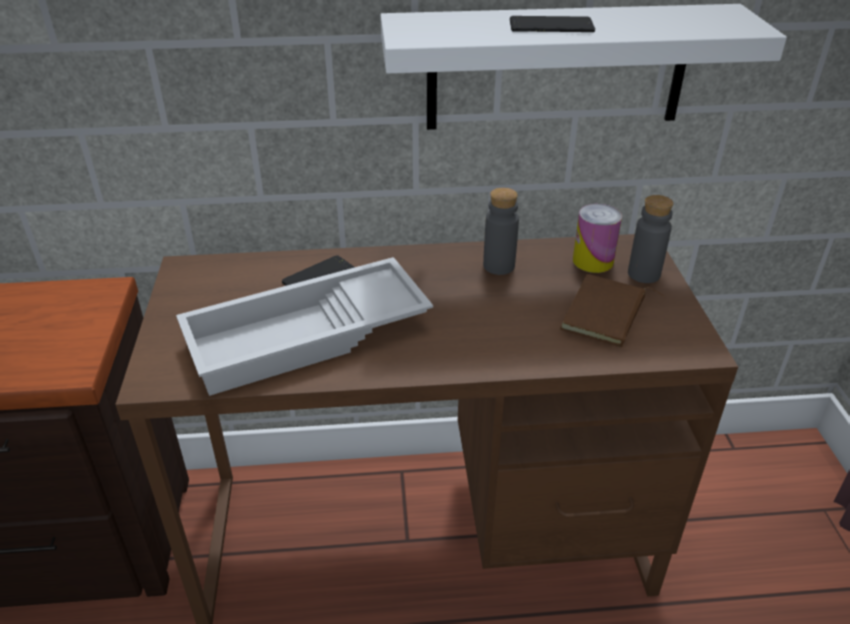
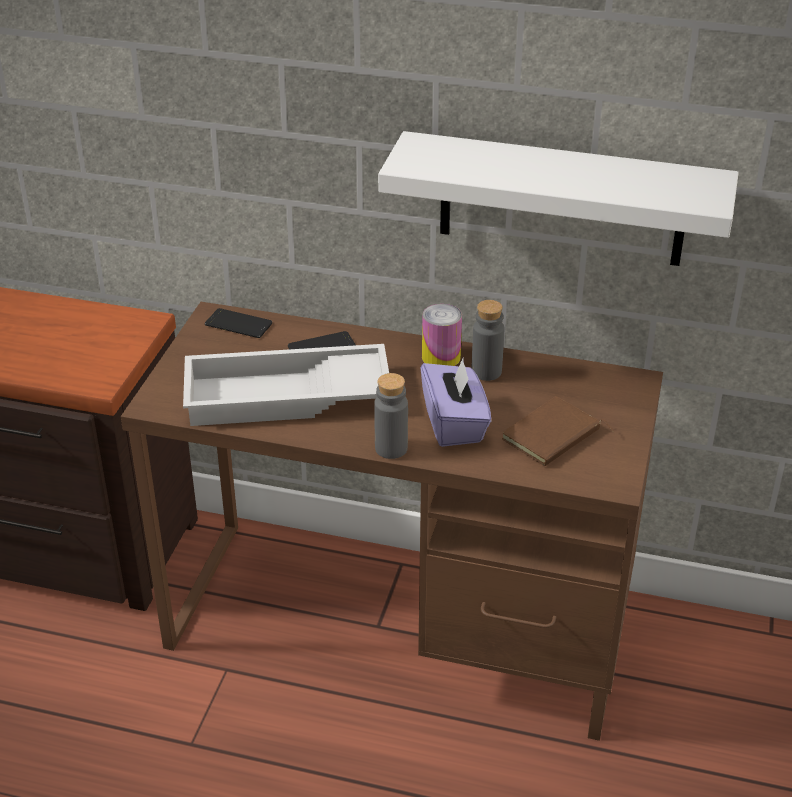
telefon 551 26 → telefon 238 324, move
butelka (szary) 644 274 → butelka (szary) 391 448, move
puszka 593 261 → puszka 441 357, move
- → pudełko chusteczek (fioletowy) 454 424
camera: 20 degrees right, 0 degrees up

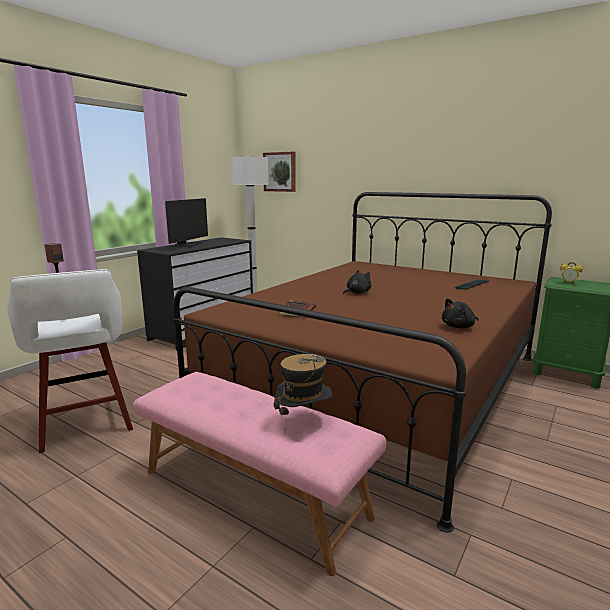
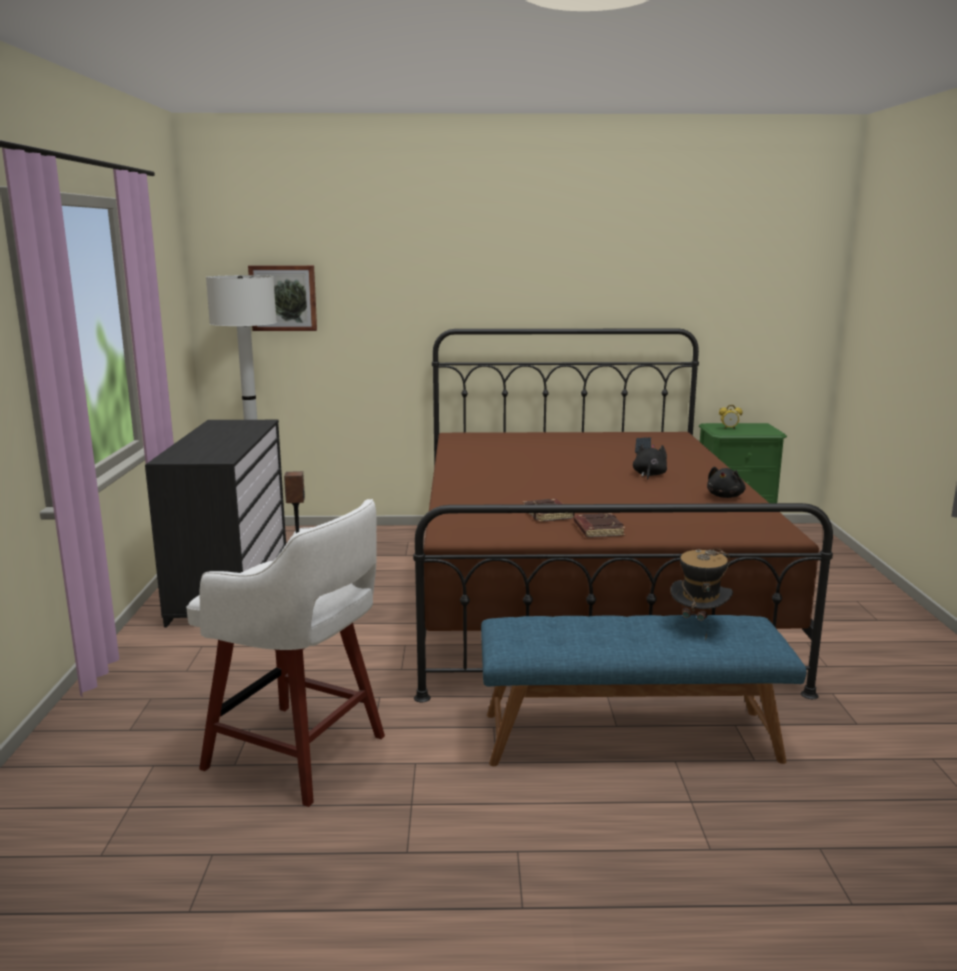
monitor 187 245 → -
pluszak (czarny) 357 293 → pluszak (czarny) 649 475, move
ławka (różowy) 254 492 → ławka (niebieski) 629 736
- → książka (brązowy) 597 530
camera: 35 degrees left, 0 degrees up

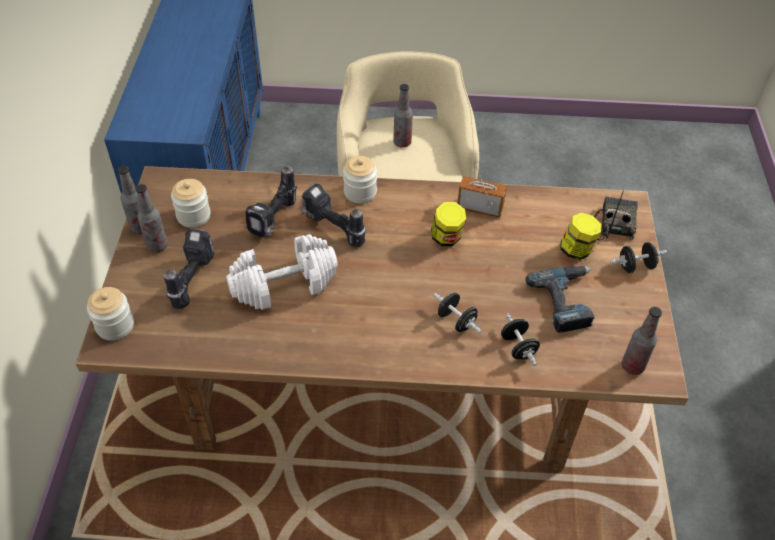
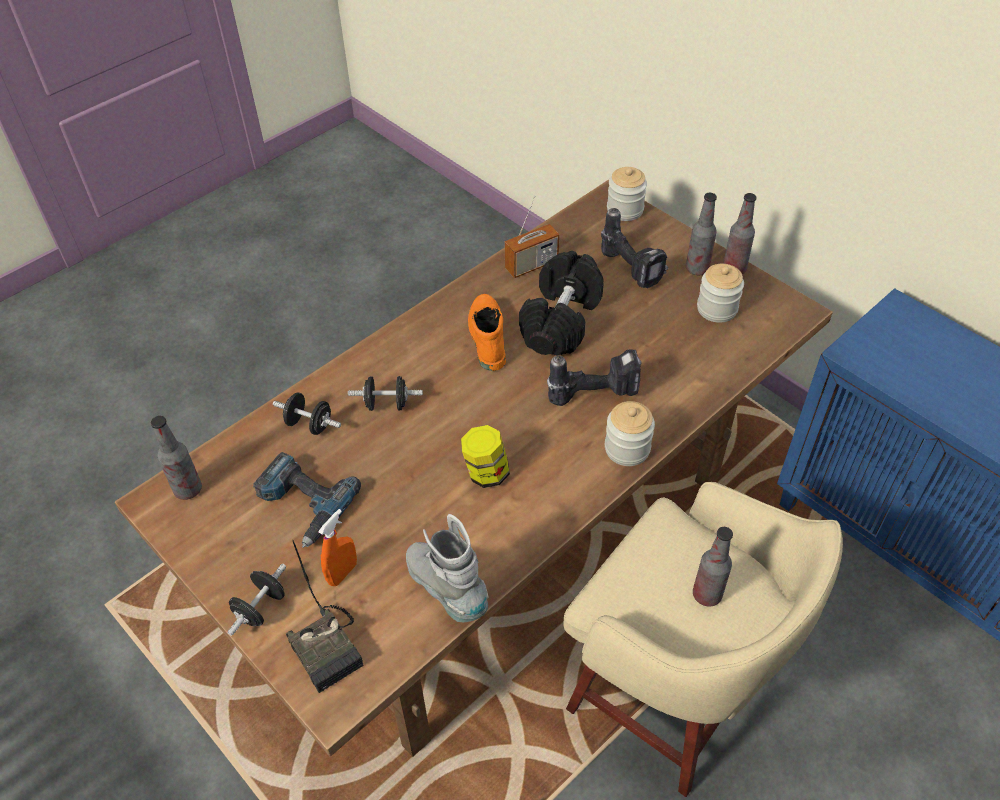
radio 480 208 → radio 531 265, move
wiertarka 276 220 → -
słoik 576 250 → spryskiwacz (pomarańczowy) 342 573
hantel (biały) 284 285 → hantel (czarny) 560 320
- → but z cholewką (pomarańczowy) 486 337
- → but z cholewką (szary) 447 589
camera: 135 degrees right, 0 degrees up

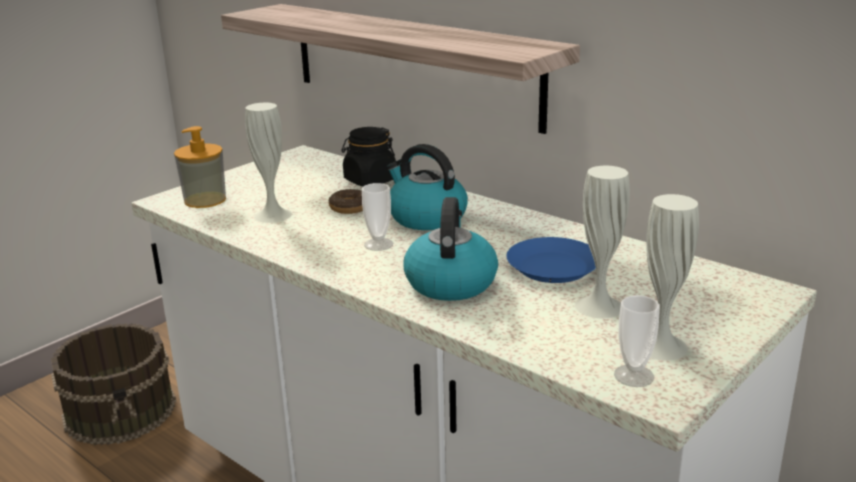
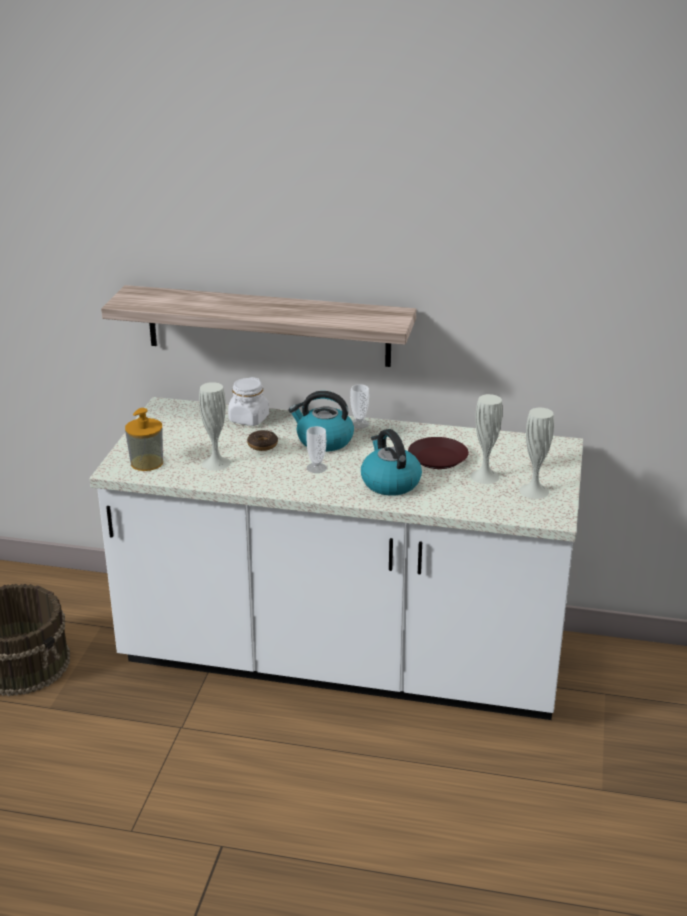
słoik (czarny) 370 180 → słoik (biały) 249 419
talerz (niebieski) 552 268 → talerz (brązowy) 437 458
filiżanka 634 376 → filiżanka 359 424, move
camera: 30 degrees left, 5 degrees up

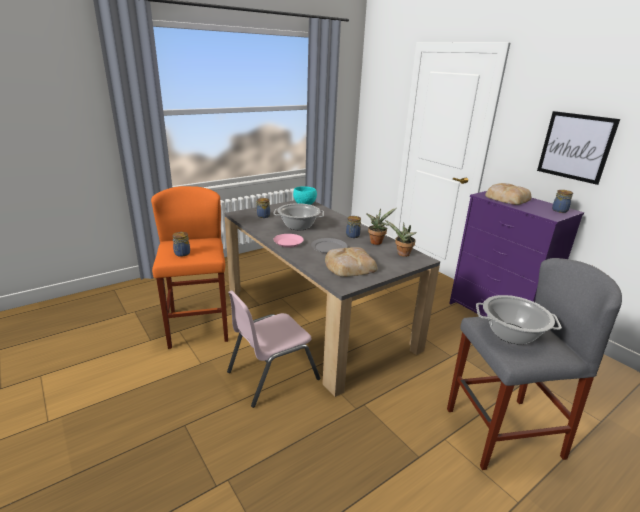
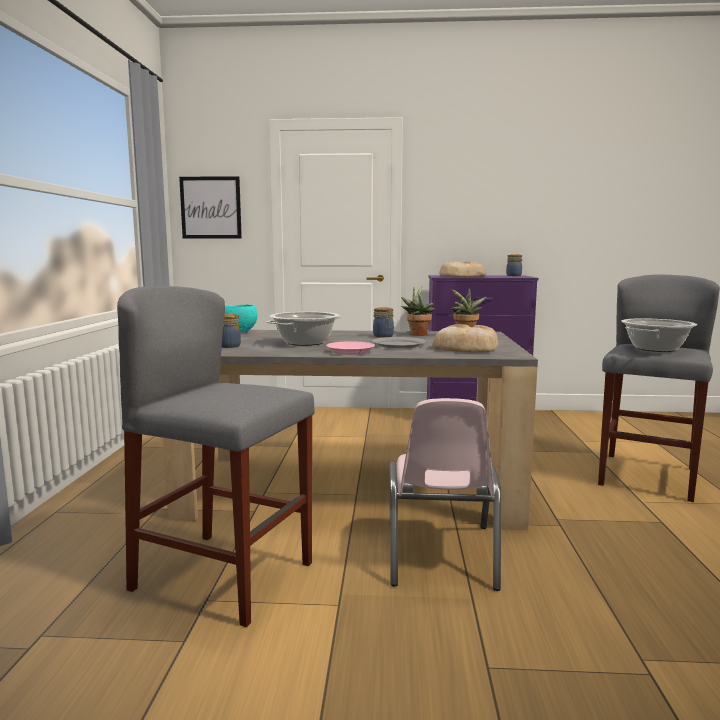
obraz 575 147 → obraz 211 207, move
stołek (pomarańczowy) 198 325 → stołek (szary) 224 576
słoik 182 254 → -
camera: 50 degrees left, 15 degrees down

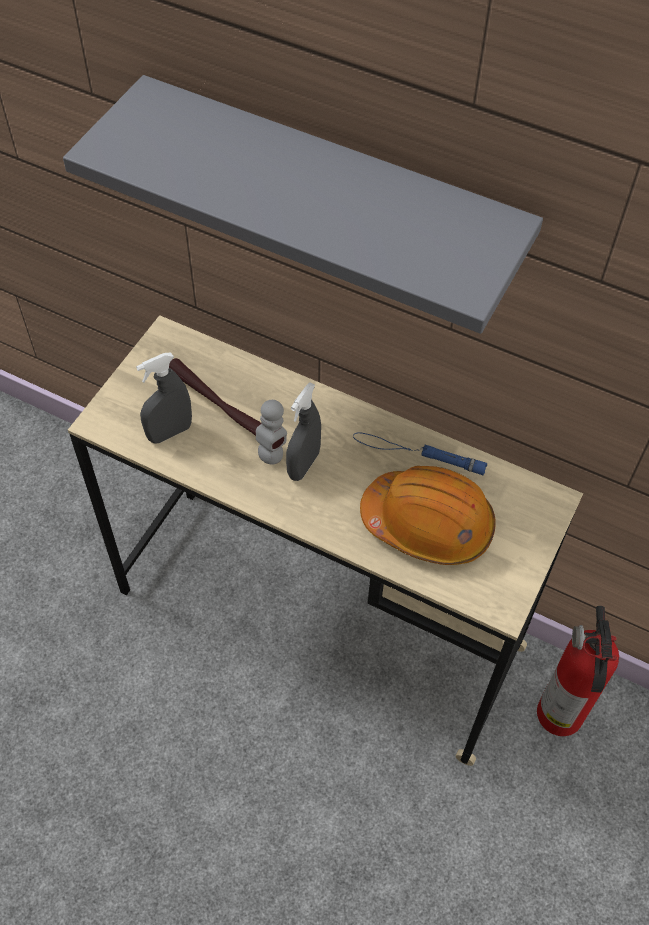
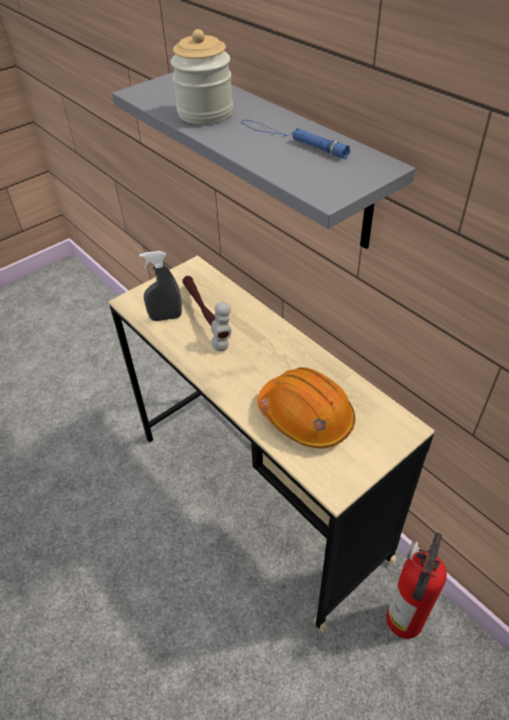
spryskiwacz (szary) 303 465 → -
latarka (niebieski) 418 454 → latarka (niebieski) 291 139, move
- → słoik 205 113
camera: 25 degrees right, 10 degrees down

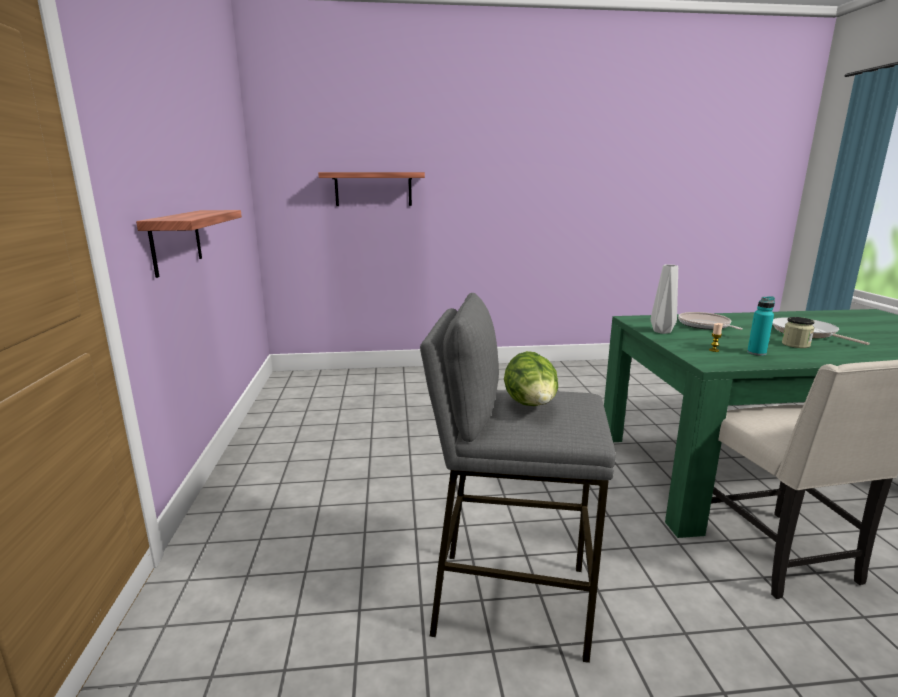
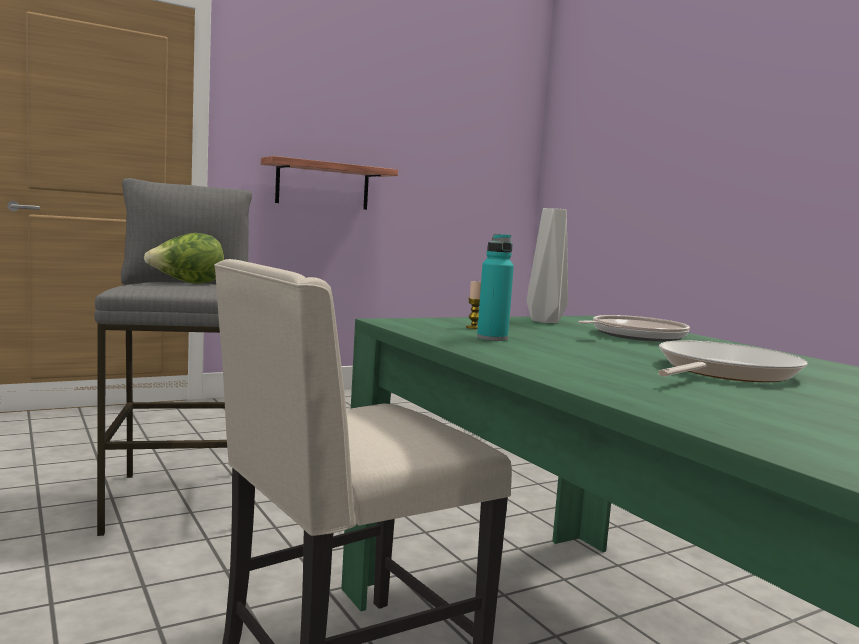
półka 373 189 → -
słoik 795 344 → -
camera: 65 degrees right, 10 degrees down

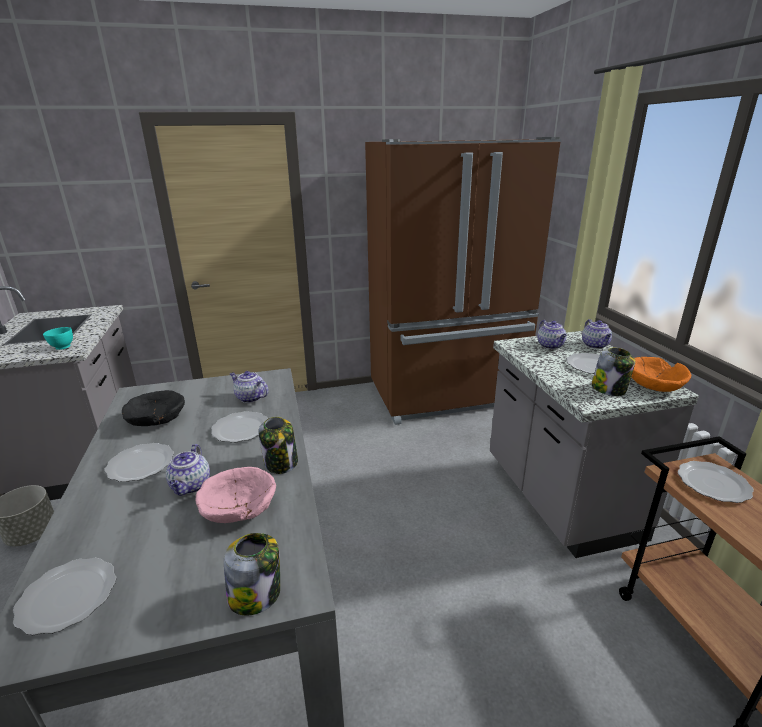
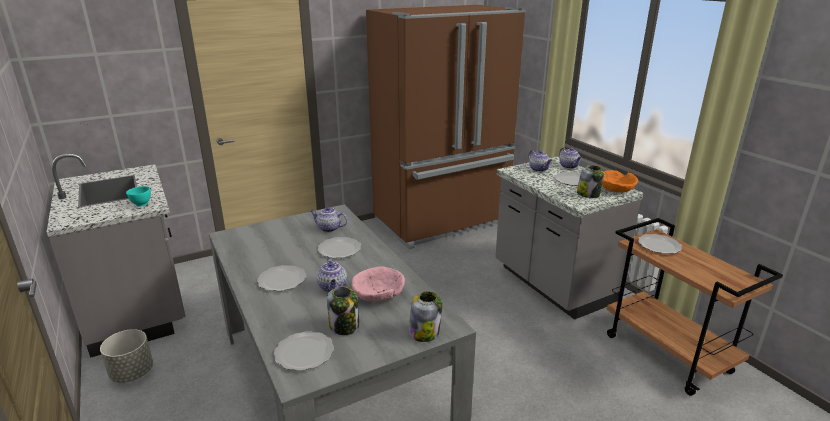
miska (czarny) 156 420 → -
słoik 281 463 → słoik 344 326, move
camera: 15 degrees left, 0 degrees up

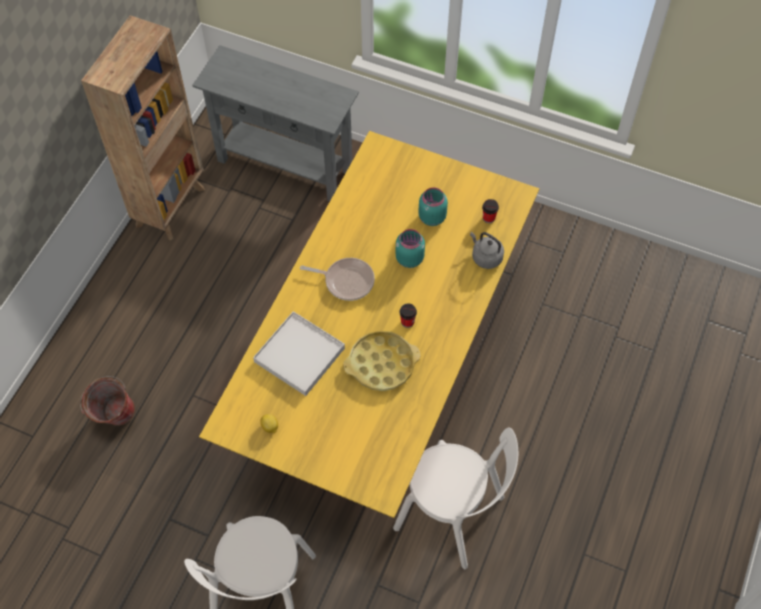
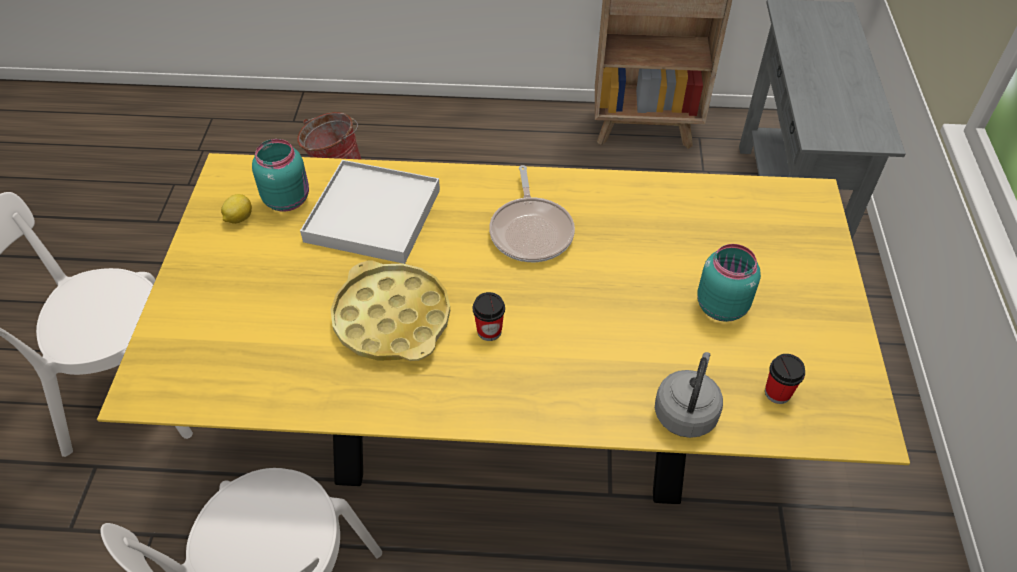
słoik (turkusowy) 409 258 → słoik (turkusowy) 288 199, move
camera: 70 degrees right, 10 degrees down

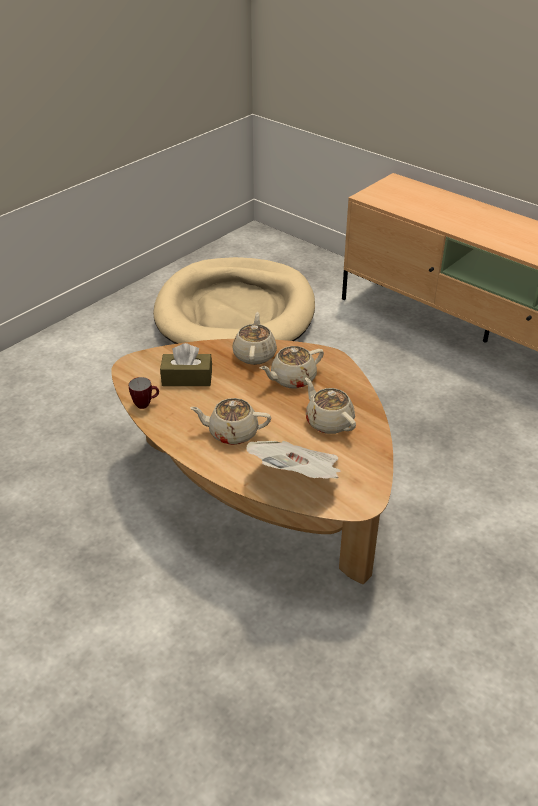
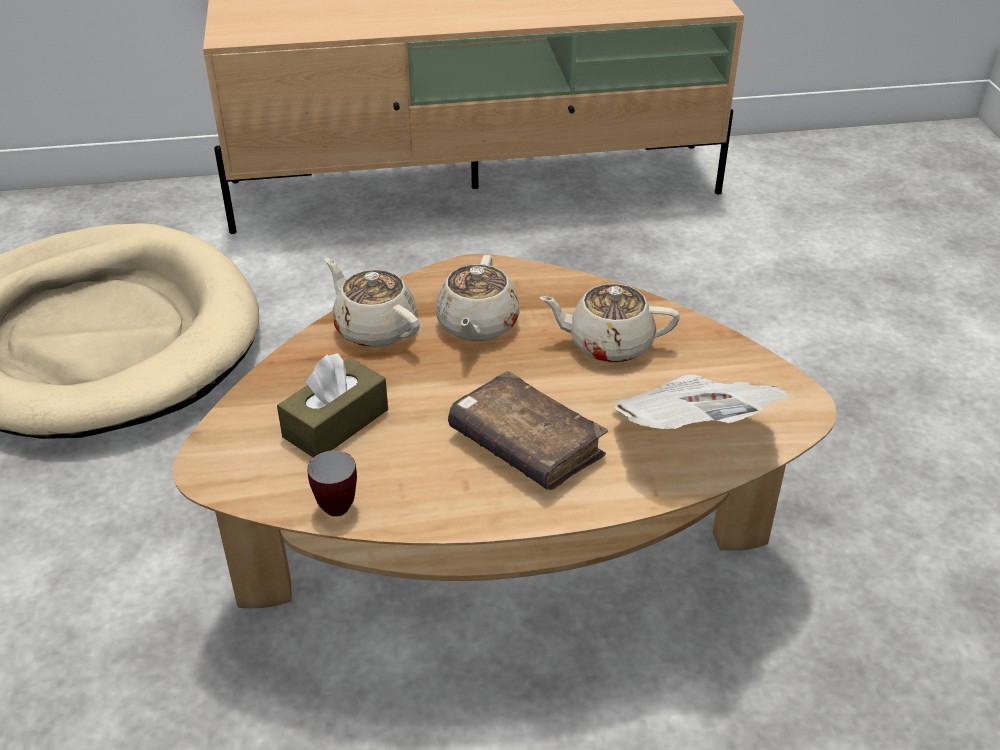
imbryk (beżowy) 232 433 → książka (brązowy) 526 445
camera: 50 degrees left, 0 degrees up

